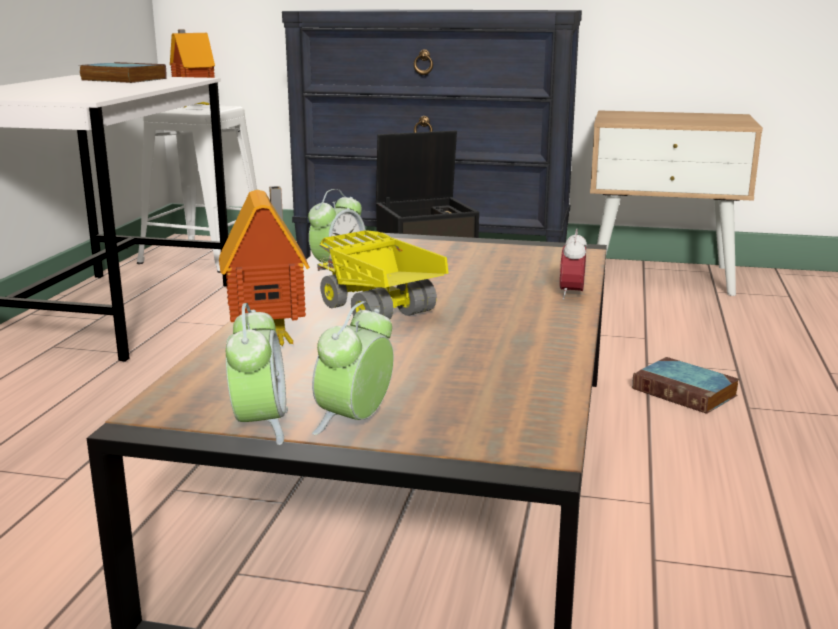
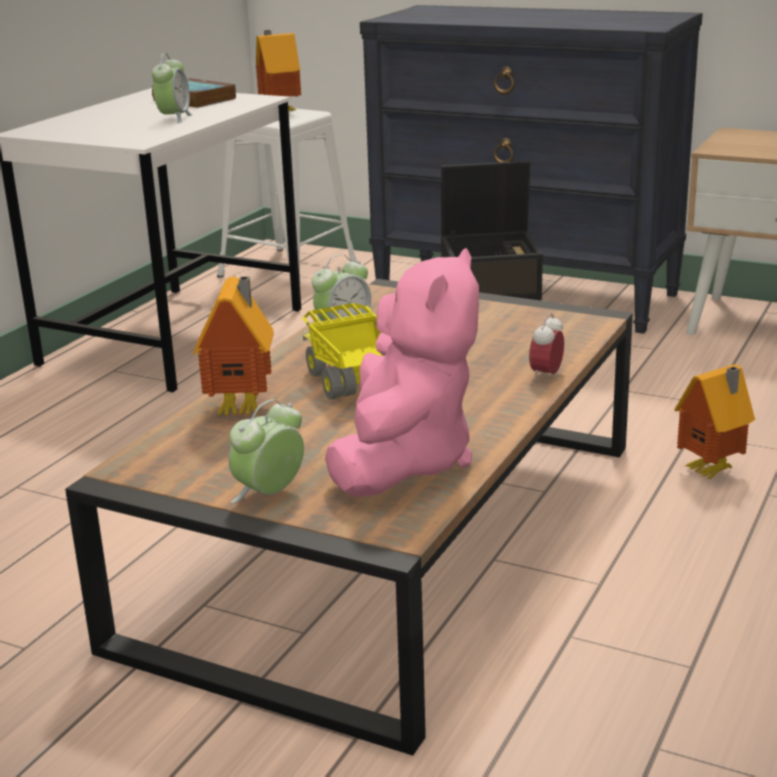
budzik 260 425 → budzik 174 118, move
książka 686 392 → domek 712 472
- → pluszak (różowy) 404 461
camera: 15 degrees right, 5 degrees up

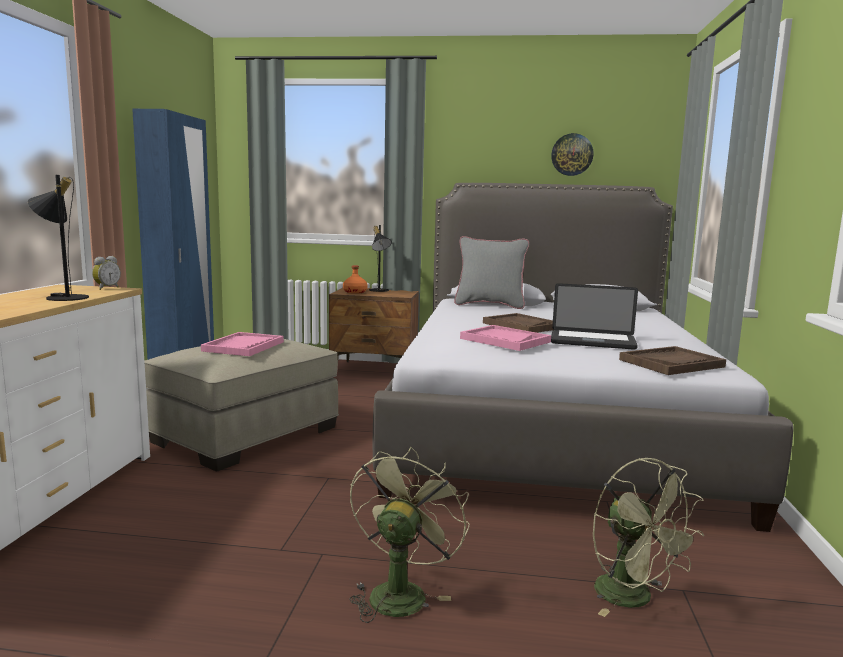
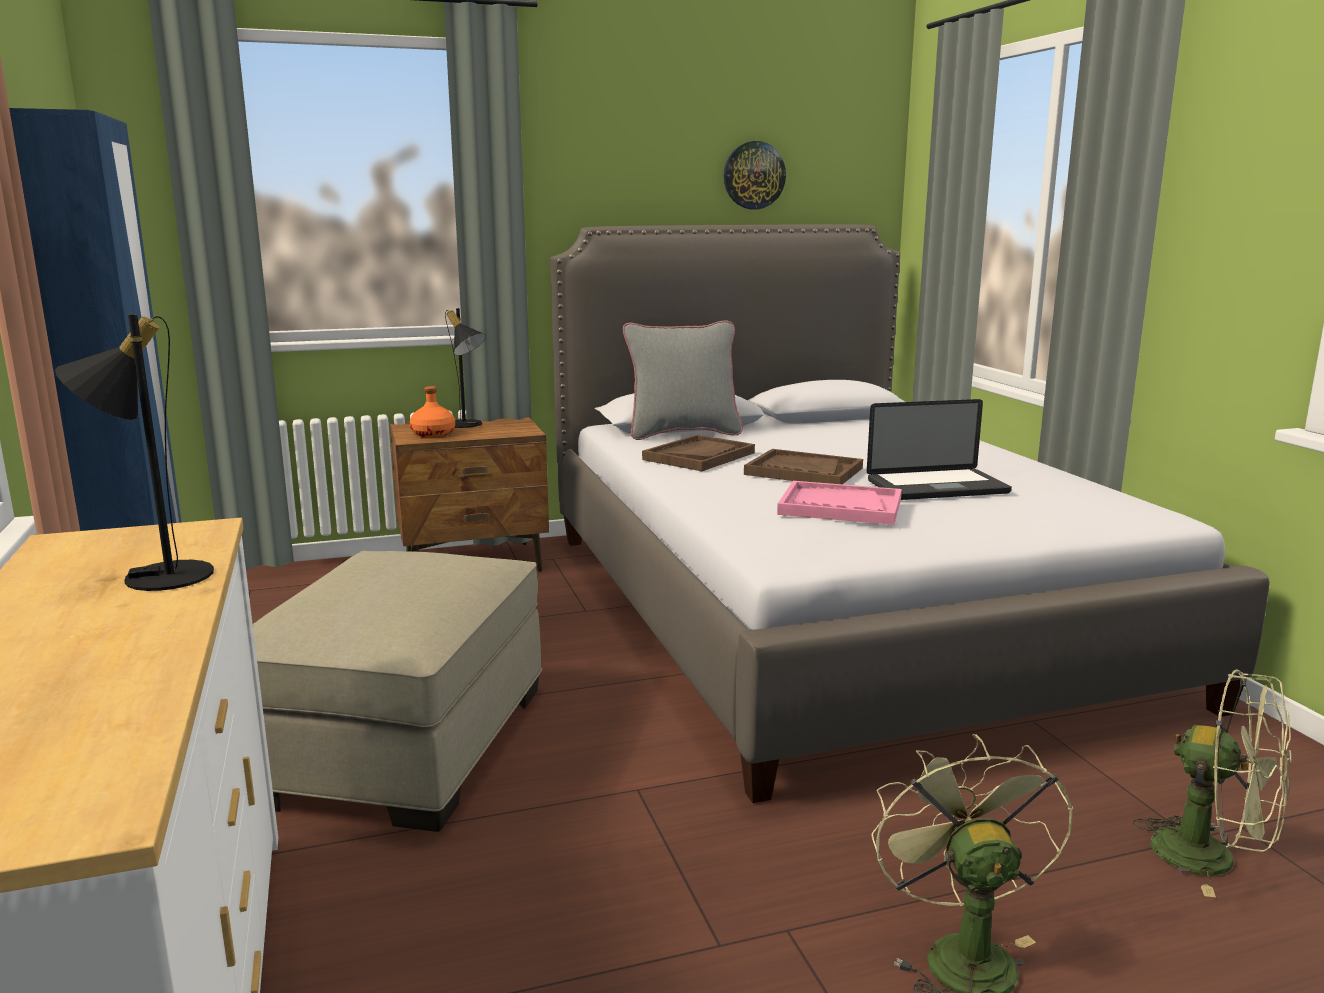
budzik 106 288 → -
taca (różowy) 243 346 → -
taca (brązowy) 671 363 → taca (brązowy) 699 456, move
camera: 25 degrees left, 5 degrees up

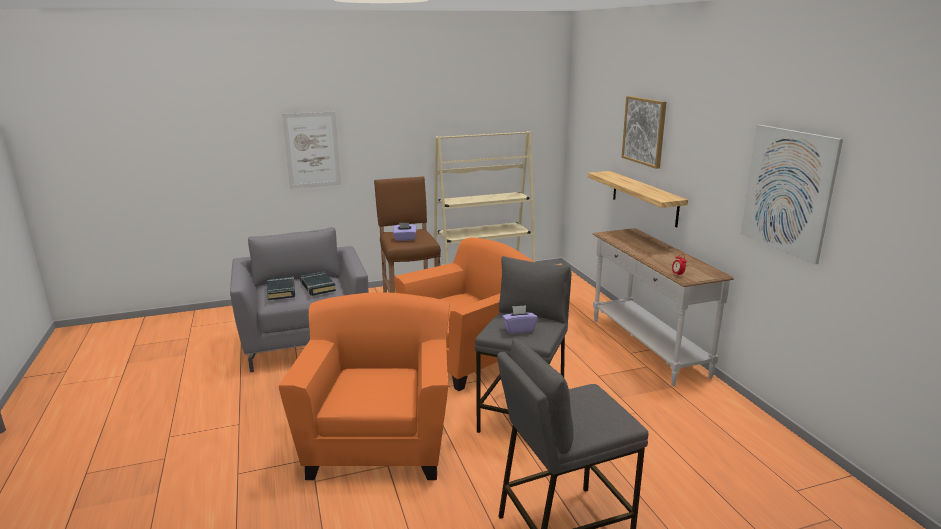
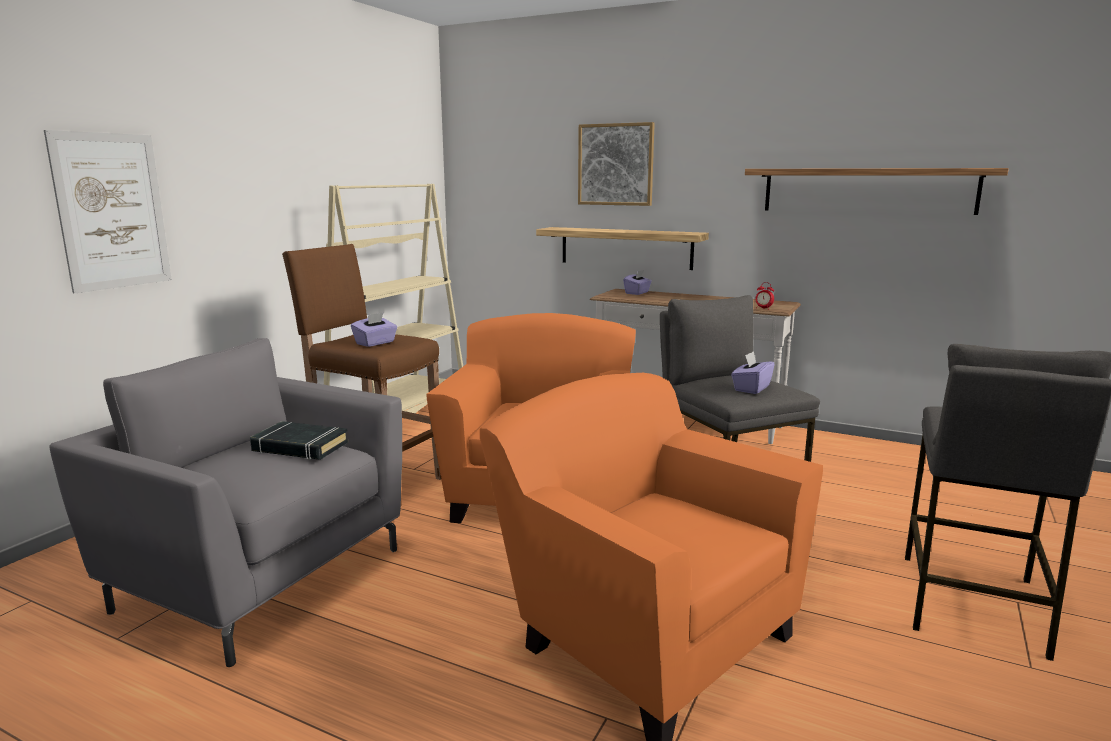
obraz 787 191 → półka 867 190
książka (czarny) 281 291 → -
- → pudełko chusteczek (fioletowy) 637 293
camera: 45 degrees left, 5 degrees down

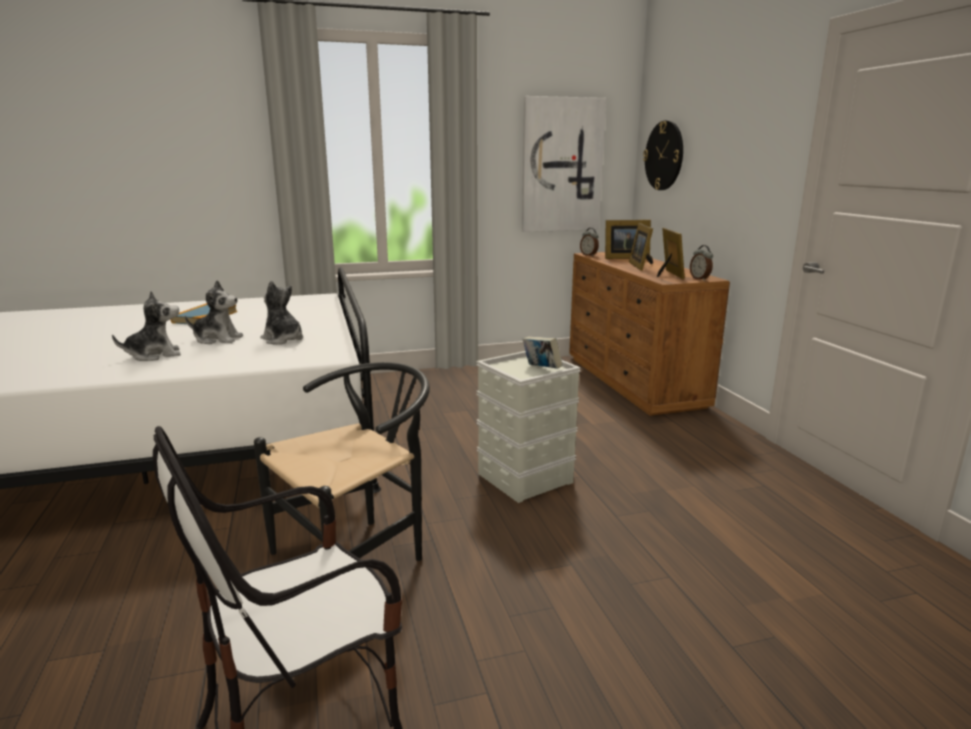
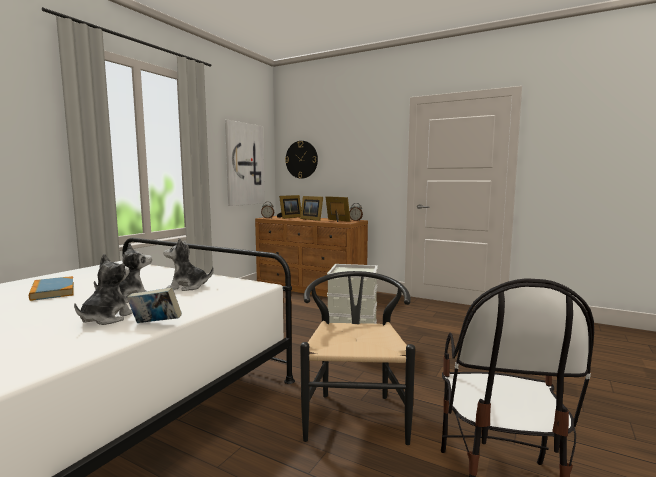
książka 541 369 → książka 155 324, move
camera: 45 degrees left, 10 degrees down

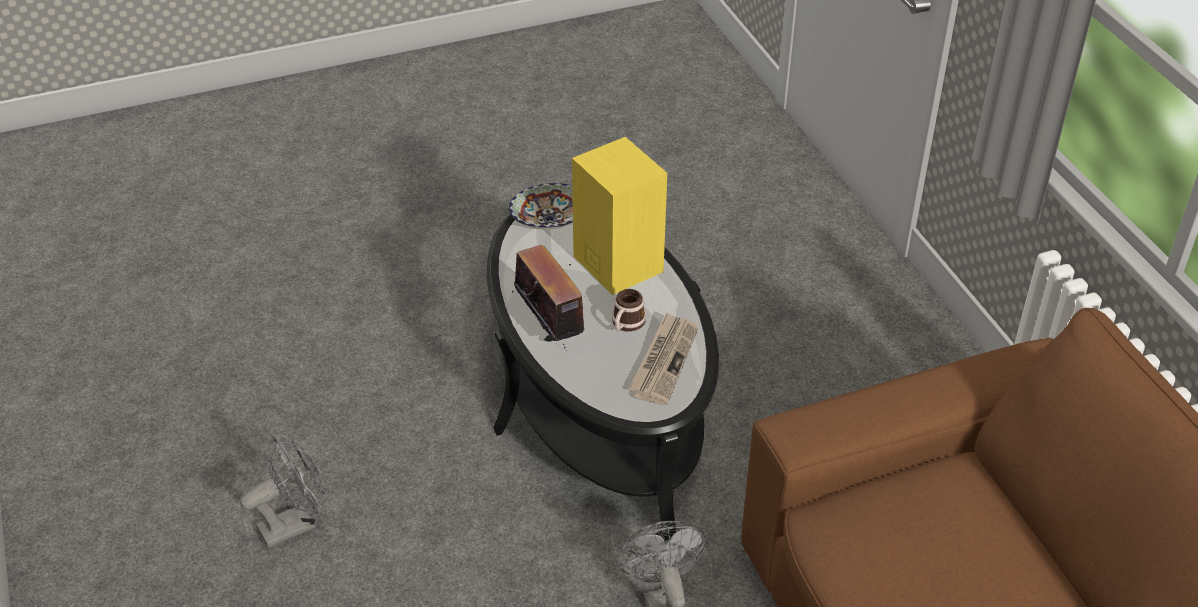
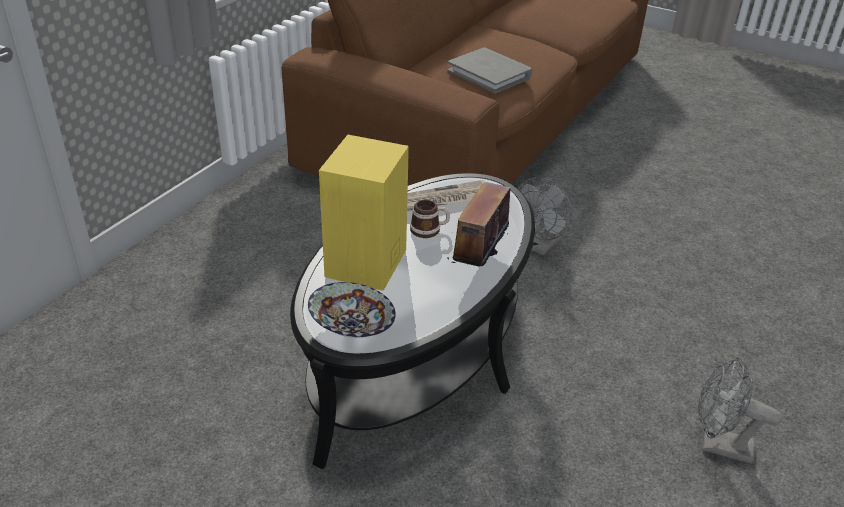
- → książka (szary) 489 74
camera: 130 degrees left, 5 degrees down

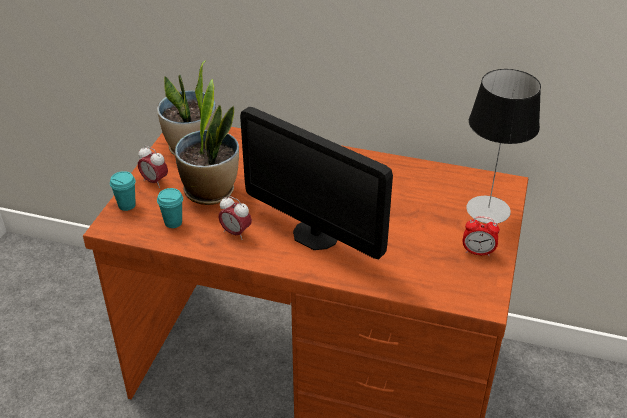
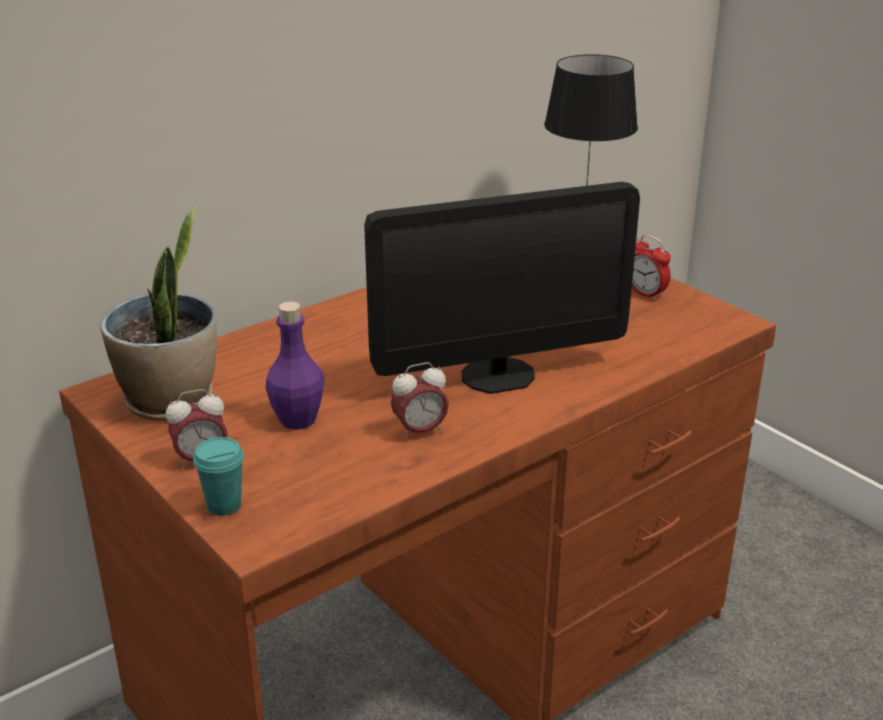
roślina doniczkowa 211 191 → butelka (fioletowy) 297 420
filiżanka (turkusowy) 173 222 → -
budzik 478 252 → budzik 646 294, 90 degrees clockwise
camera: 55 degrees left, 10 degrees down

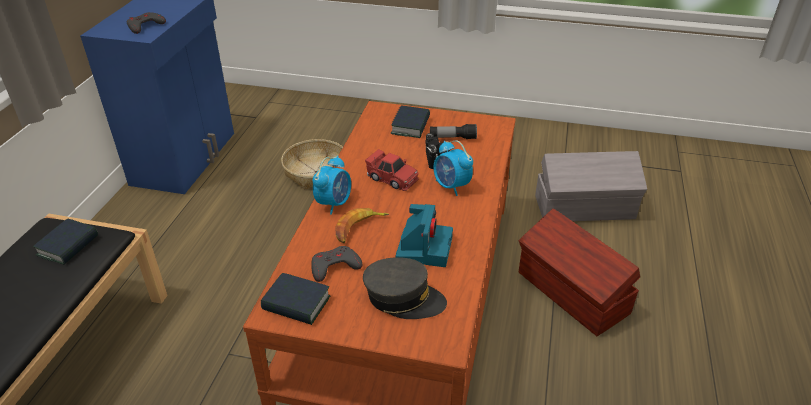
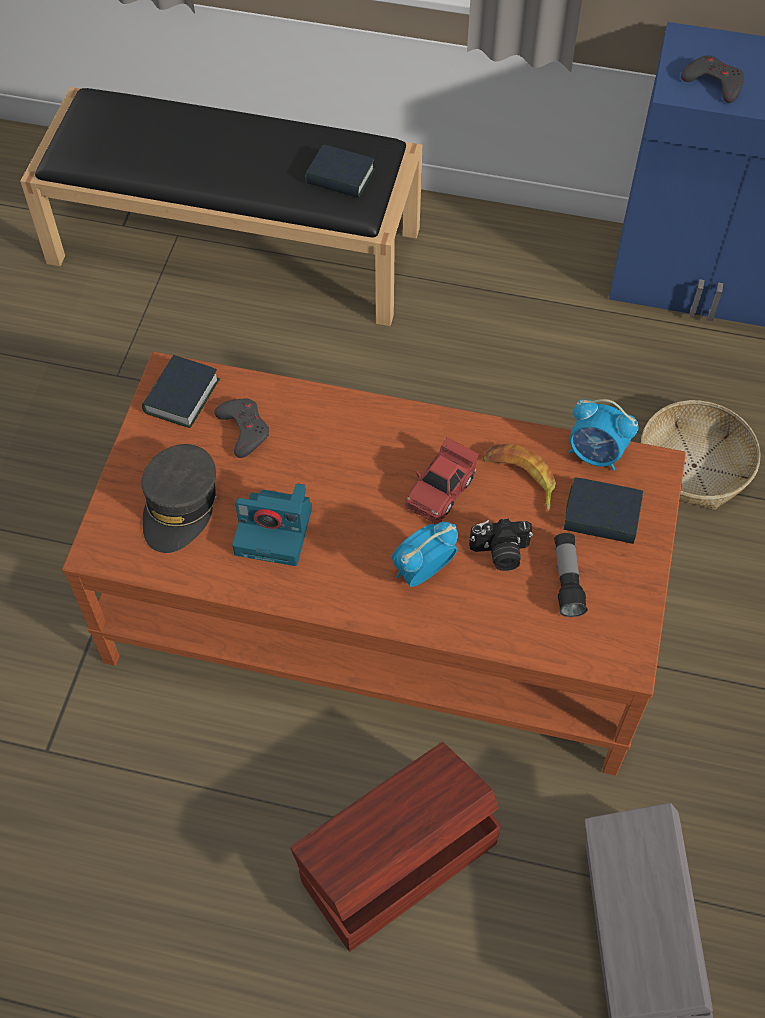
budzik 334 203 → budzik 596 454, move
banan 359 228 → banan 520 478, move
camera: 90 degrees right, 20 degrees up

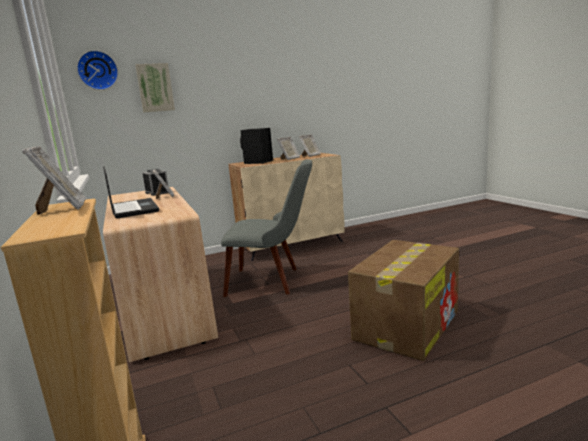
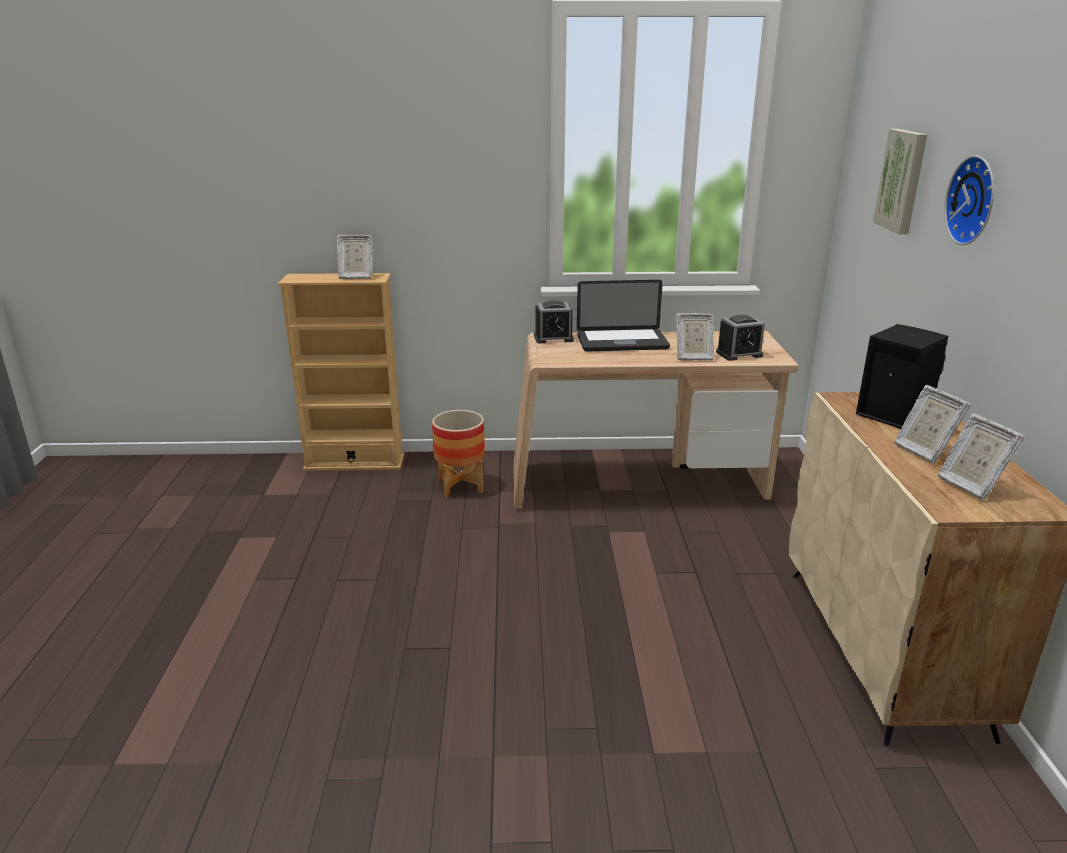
zegar ścienny 98 70 → zegar ścienny 975 200, move
krzesło (szary) 273 281 → -
karton 407 324 → -
- → budzik 553 338
- → donica 461 486
camera: 110 degrees right, 10 degrees up

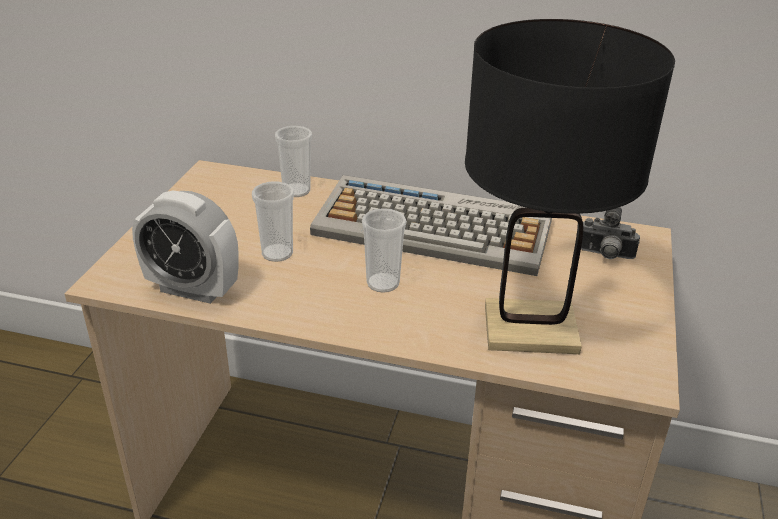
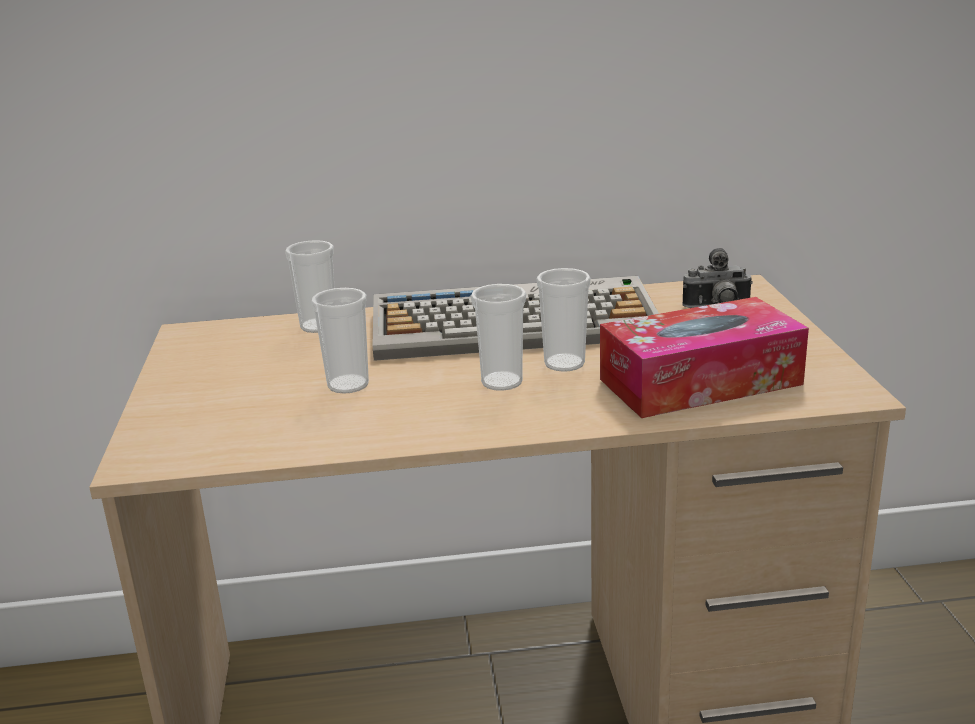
lampa stołowa (czarny) 530 329 → pudełko chusteczek 700 382
budzik 192 289 → -
- → filiżanka 564 363
camera: 20 degrees left, 10 degrees down

